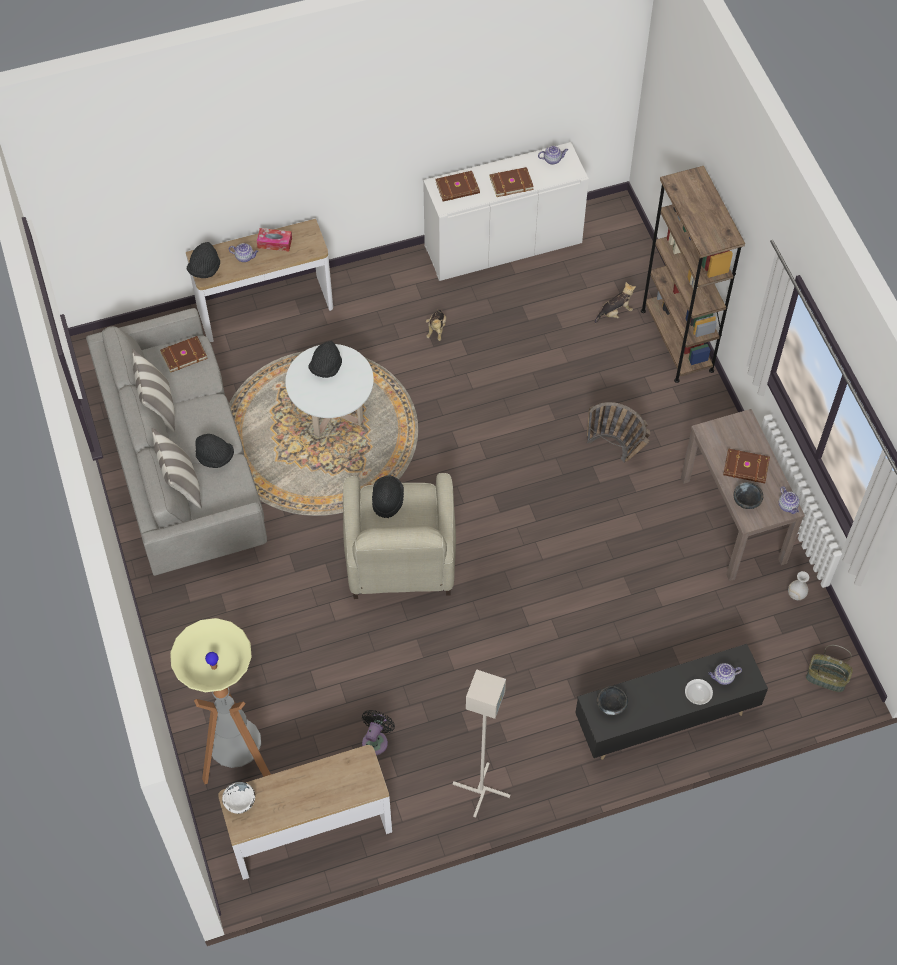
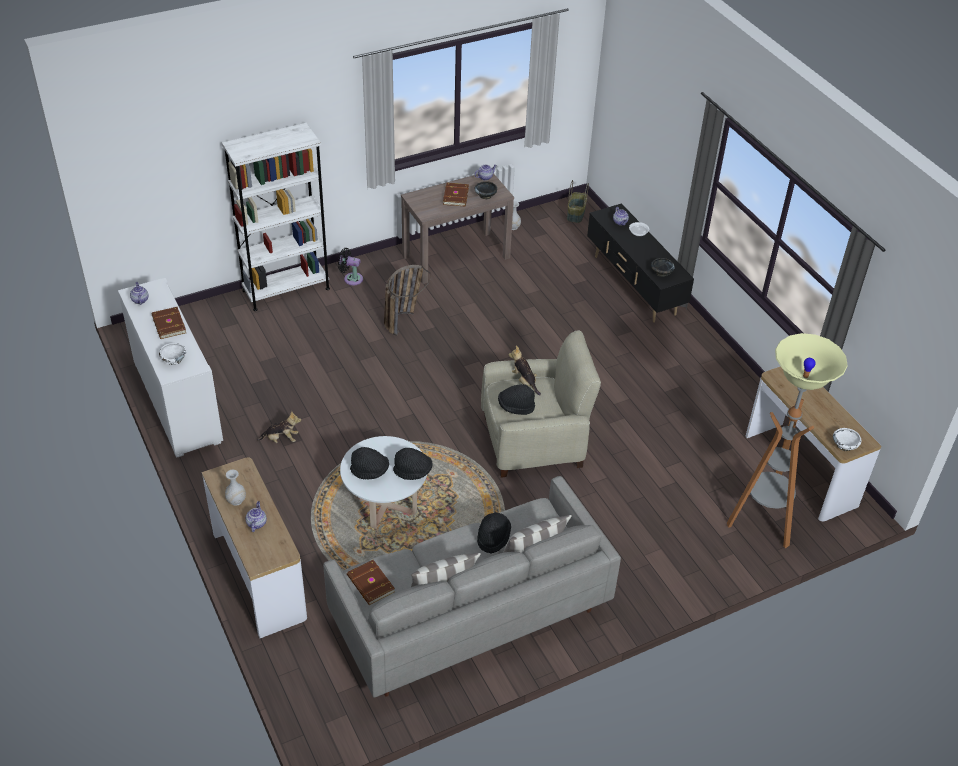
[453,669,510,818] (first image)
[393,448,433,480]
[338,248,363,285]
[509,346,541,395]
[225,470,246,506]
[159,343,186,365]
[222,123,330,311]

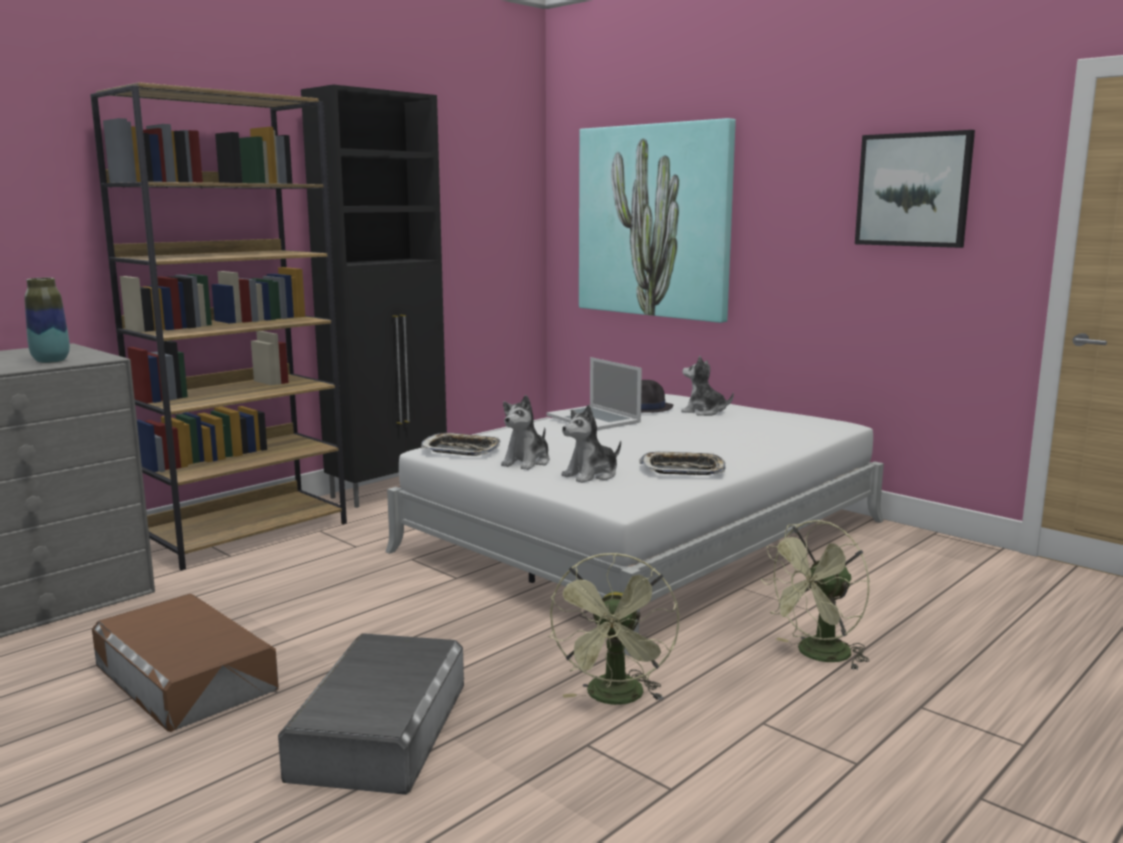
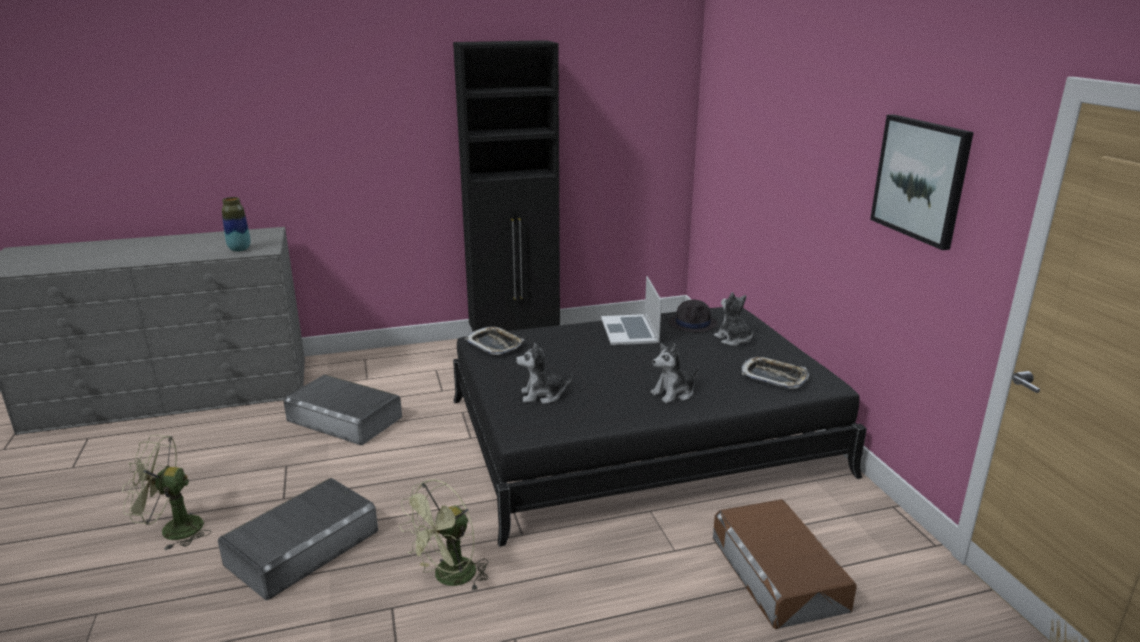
[90,82,347,570] (first image)
[579,118,736,323] (first image)
[283,374,402,445]
[713,499,857,629]
[650,343,699,403]
[742,357,809,389]
[122,435,211,550]
[453,307,867,547]

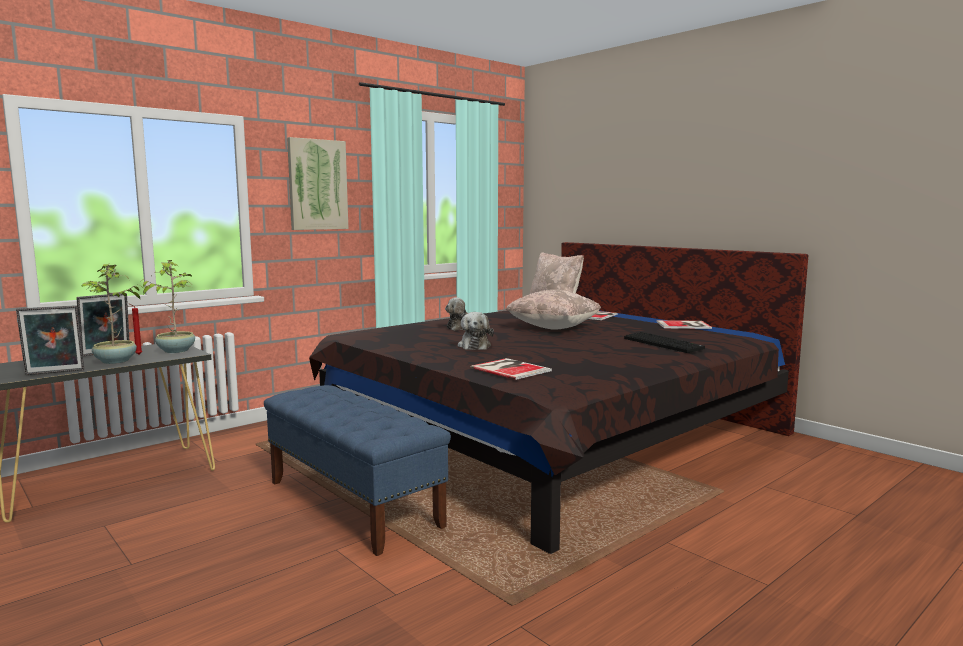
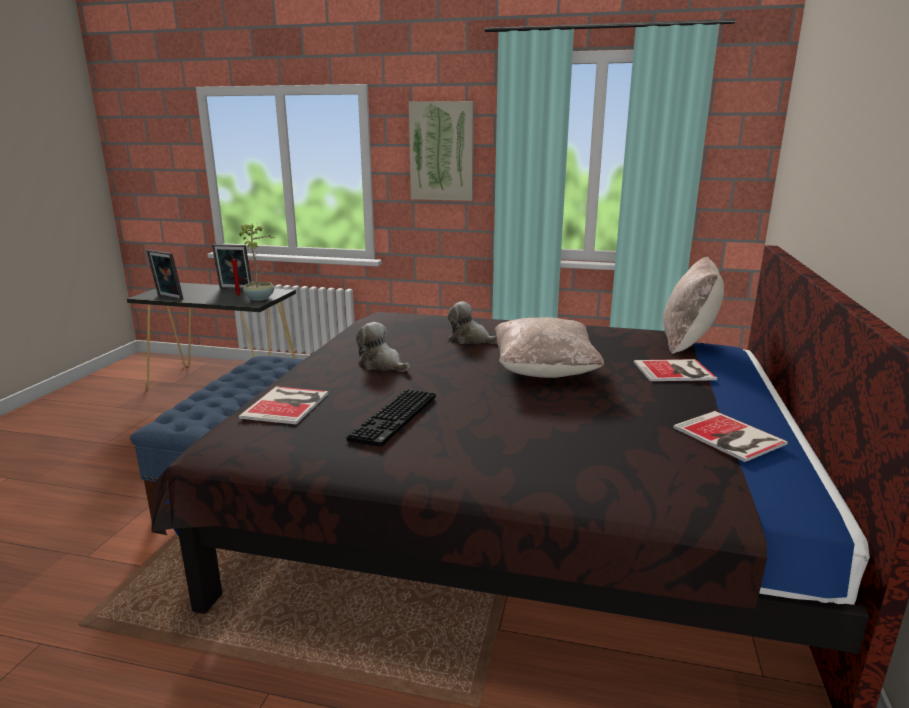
[81,263,144,364] (first image)
[346,389,436,447]
[356,322,410,372]

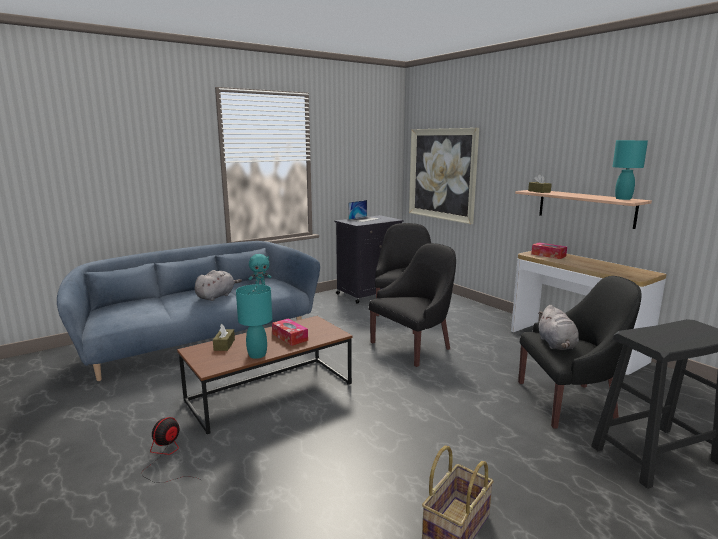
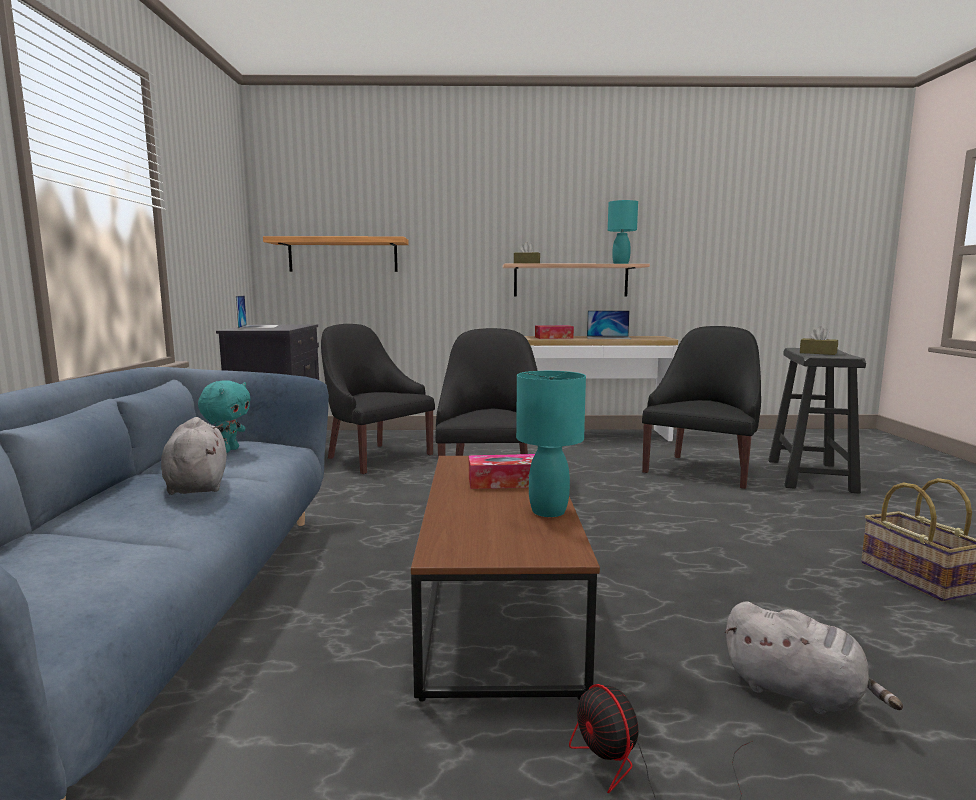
[587,310,631,339]
[800,326,838,355]
[725,602,903,714]
[263,236,409,272]

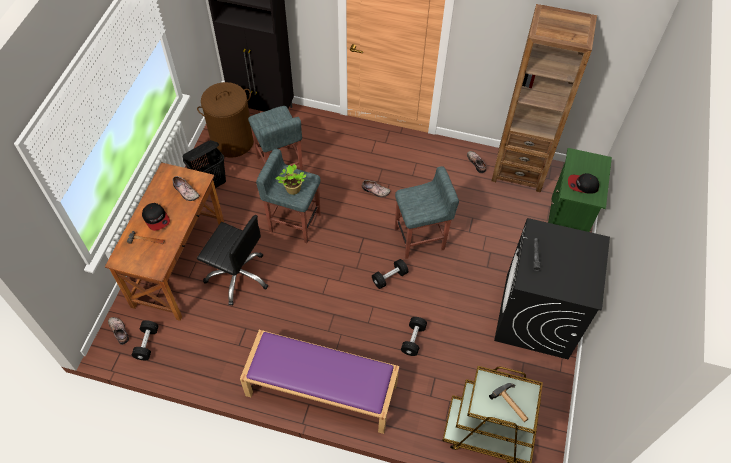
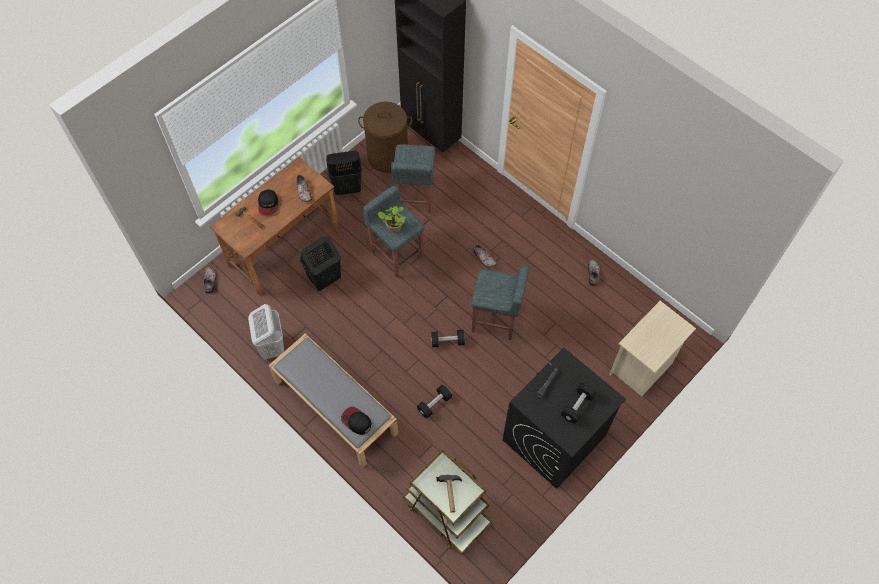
[492,4,597,192] (first image)
[248,304,284,360]
[561,383,596,424]
[341,407,372,435]
[300,236,341,291]
[268,333,398,467]
[609,301,696,396]

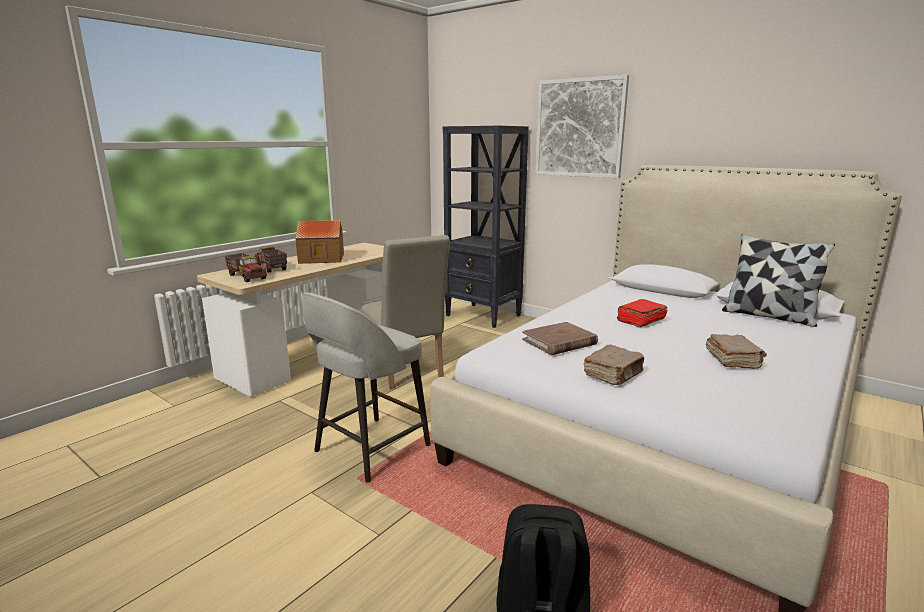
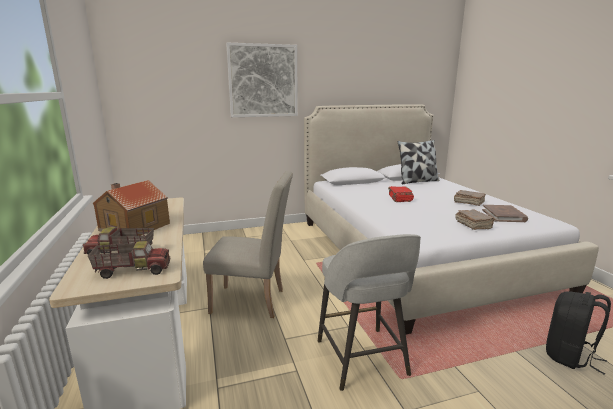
[443,126,529,328] (first image)
[482,205,528,222]

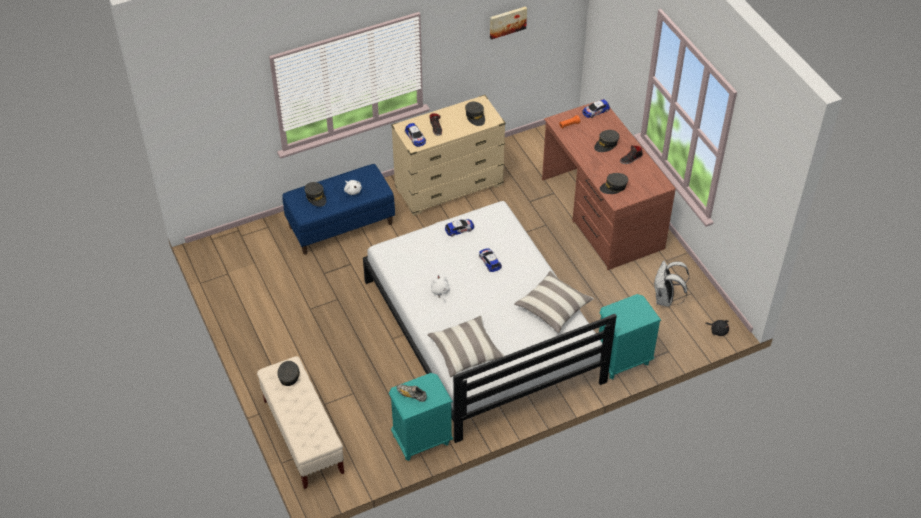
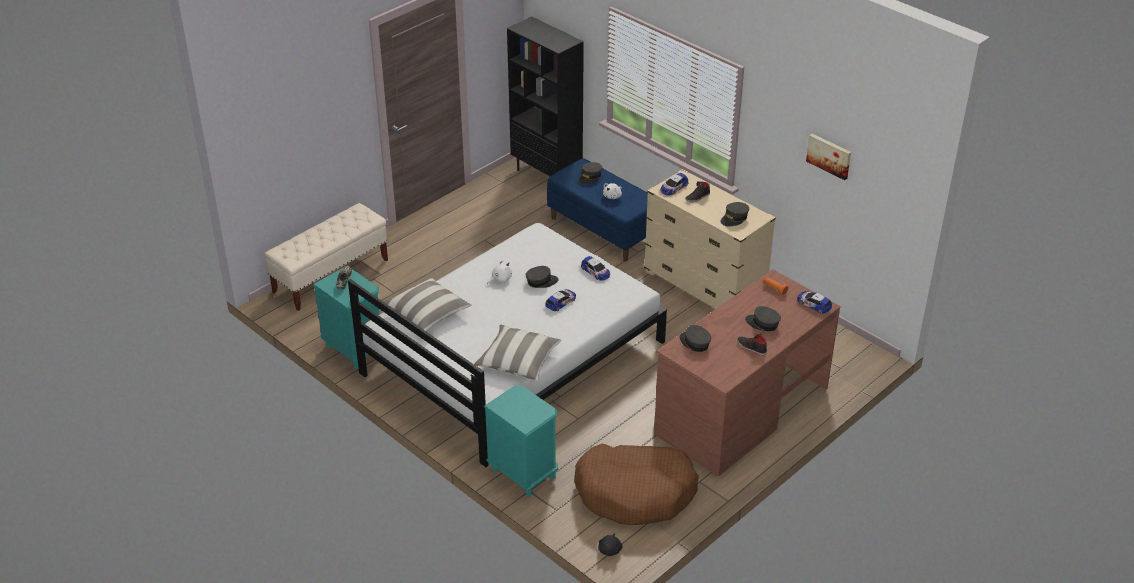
[507,16,584,176]
[526,266,558,288]
[574,444,699,525]

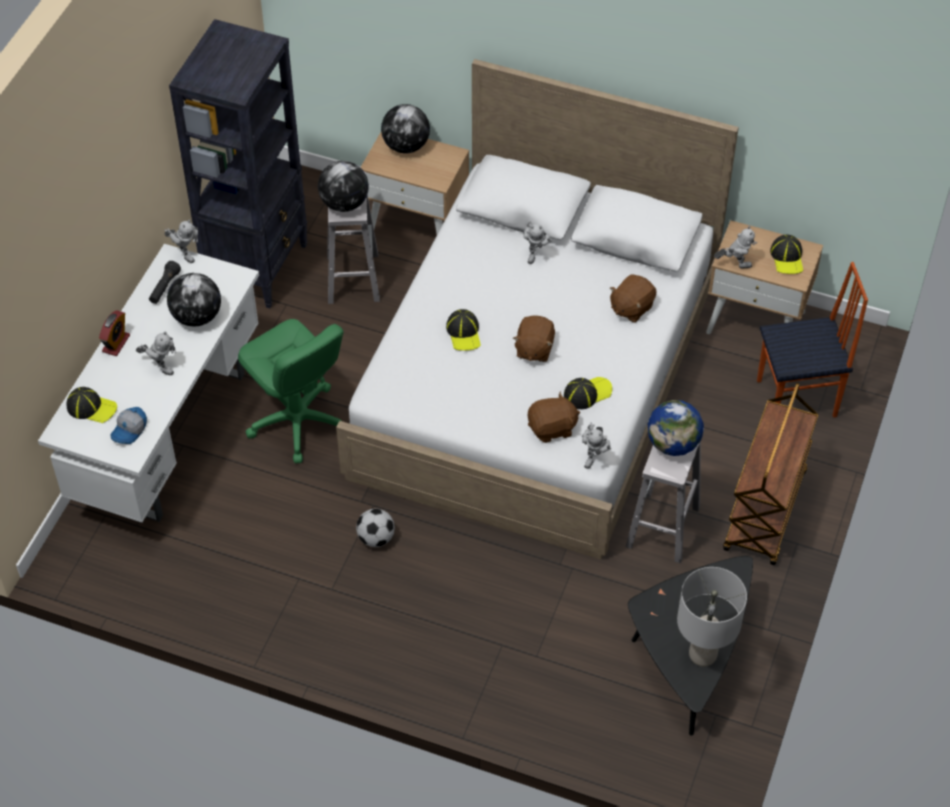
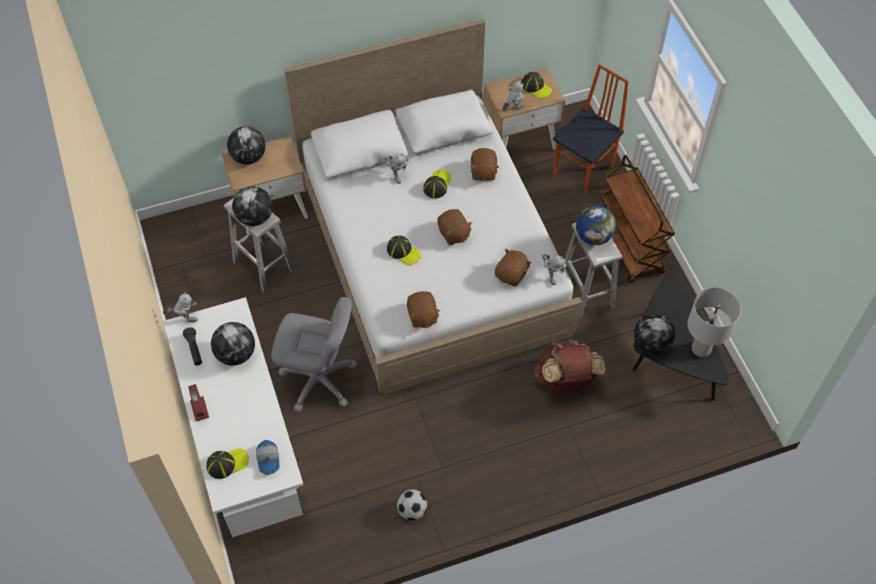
[136,331,176,375] (first image)
[169,19,307,308] (first image)
[407,291,440,328]
[534,340,605,393]
[634,313,675,354]
[397,489,427,520]
[423,170,452,198]
[271,297,358,412]

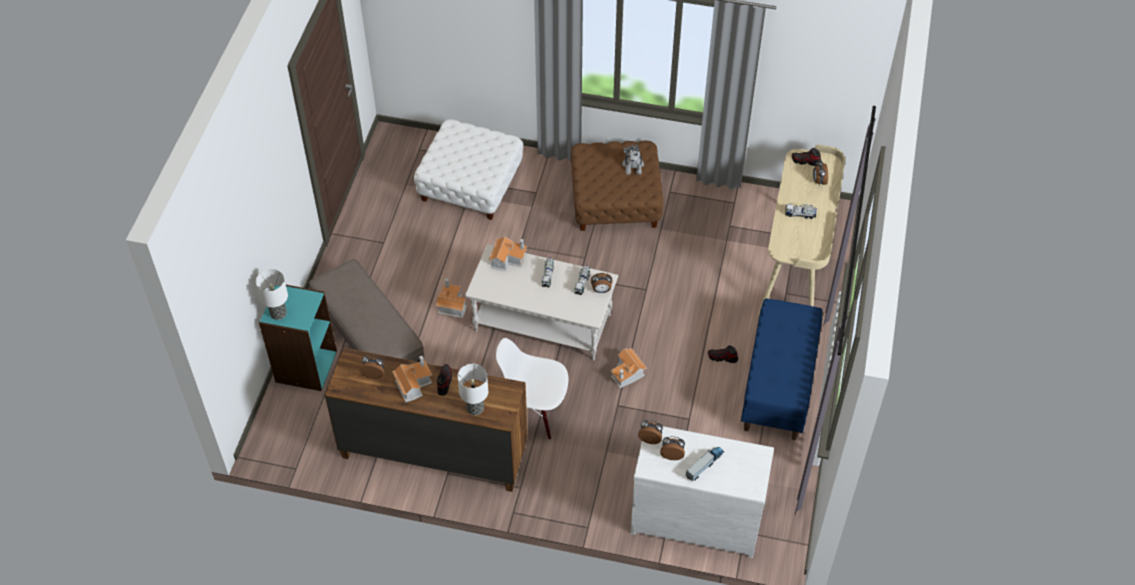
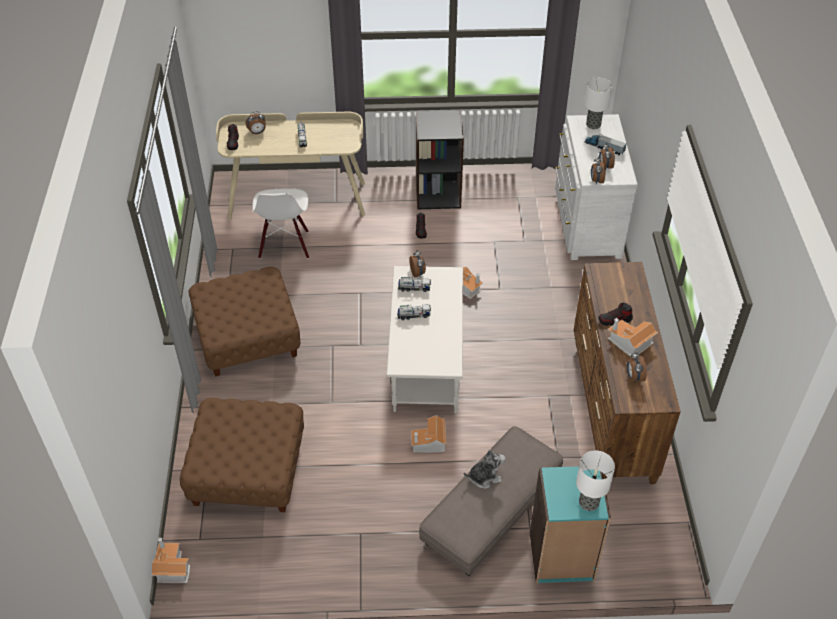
[584,77,612,129]
[151,538,190,583]
[252,189,309,259]
[464,449,506,488]
[416,111,464,210]
[180,398,304,512]

